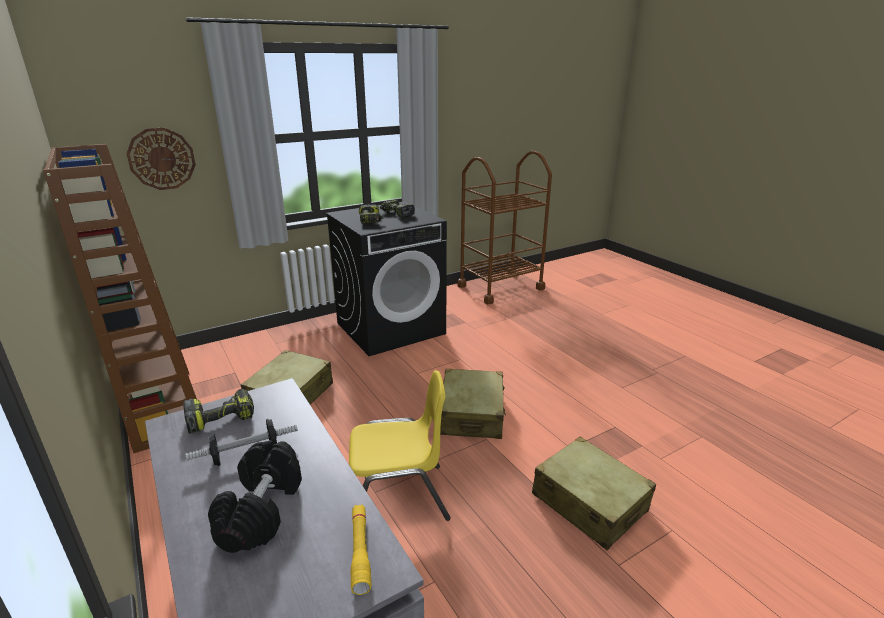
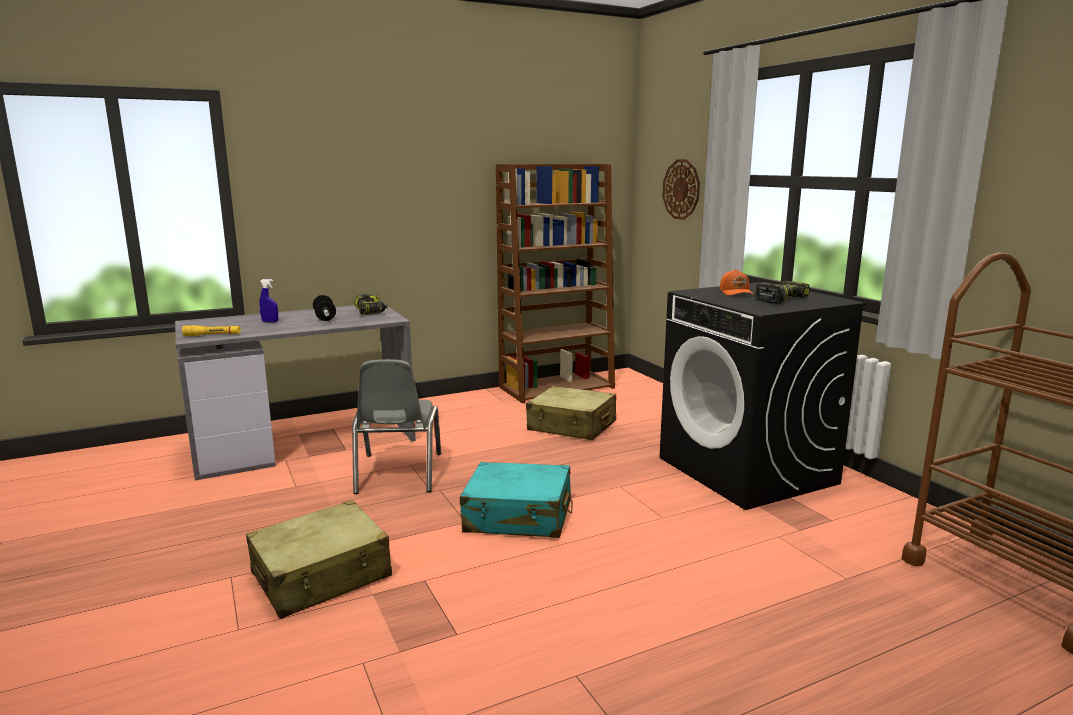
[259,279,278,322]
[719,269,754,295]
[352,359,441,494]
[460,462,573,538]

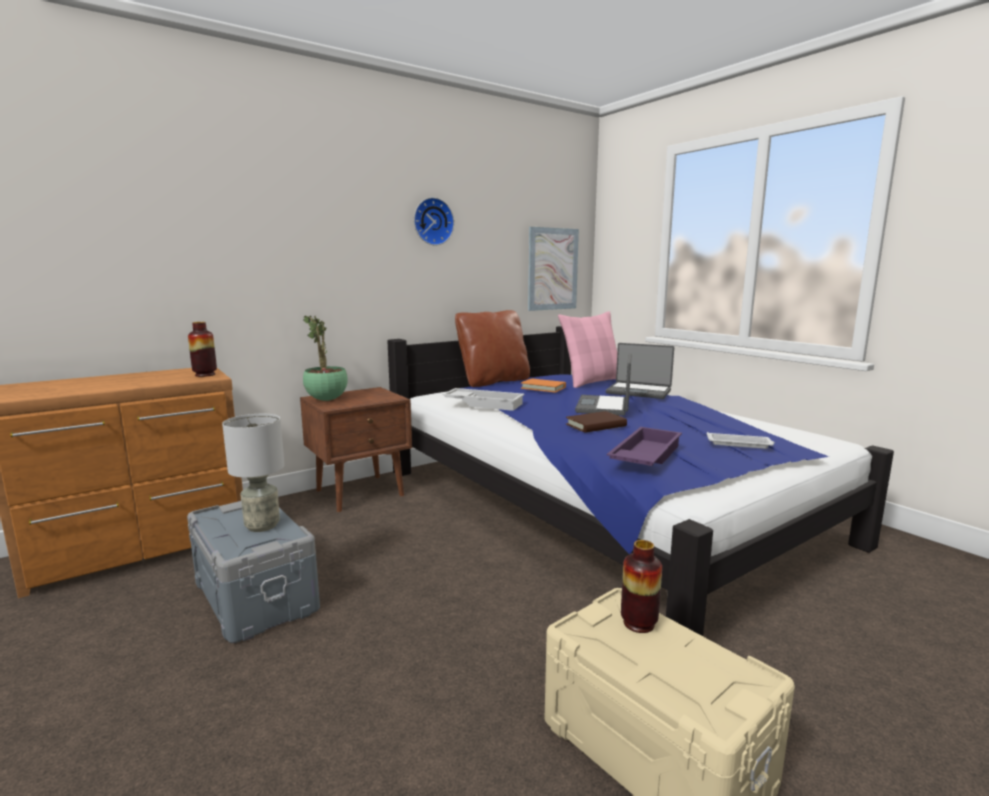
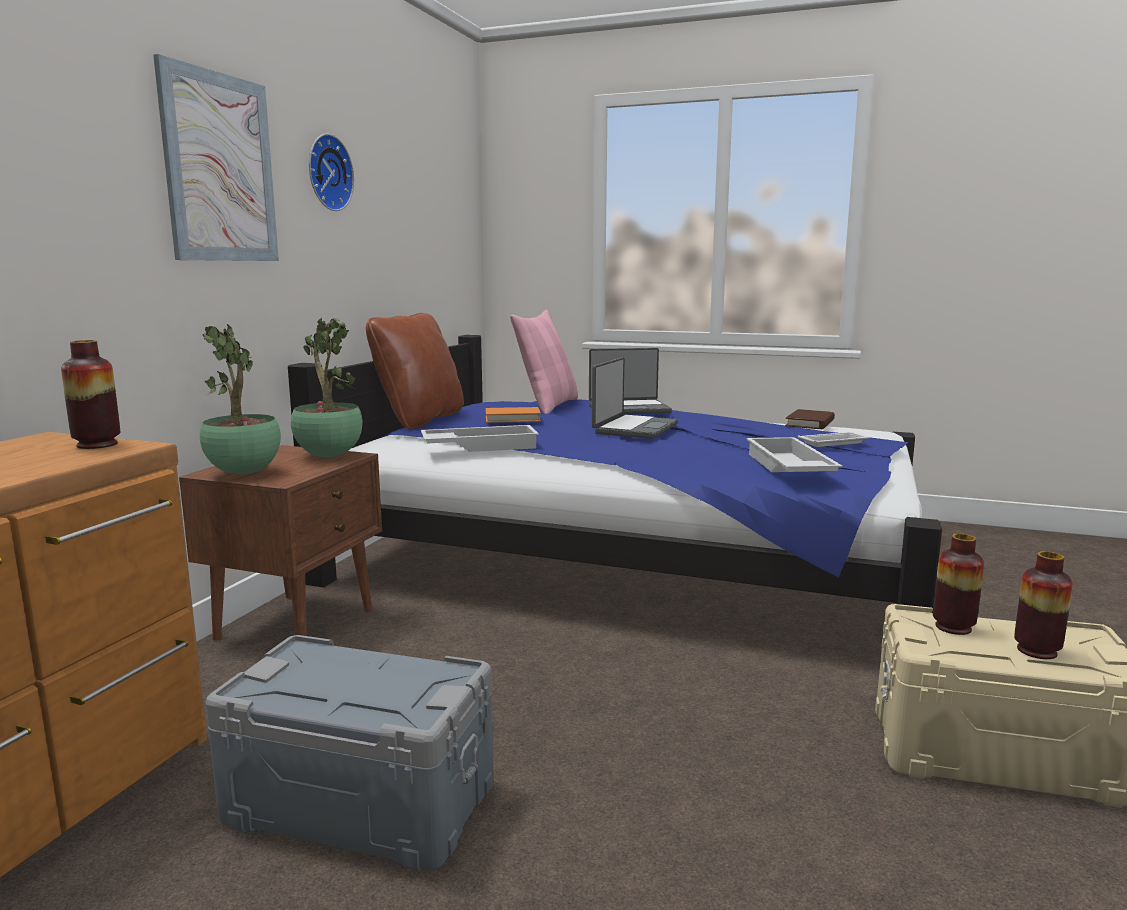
[222,414,284,532] (first image)
[291,318,362,457]
[1014,551,1073,659]
[153,54,279,261]
[785,409,835,429]
[746,437,842,472]
[592,357,679,439]

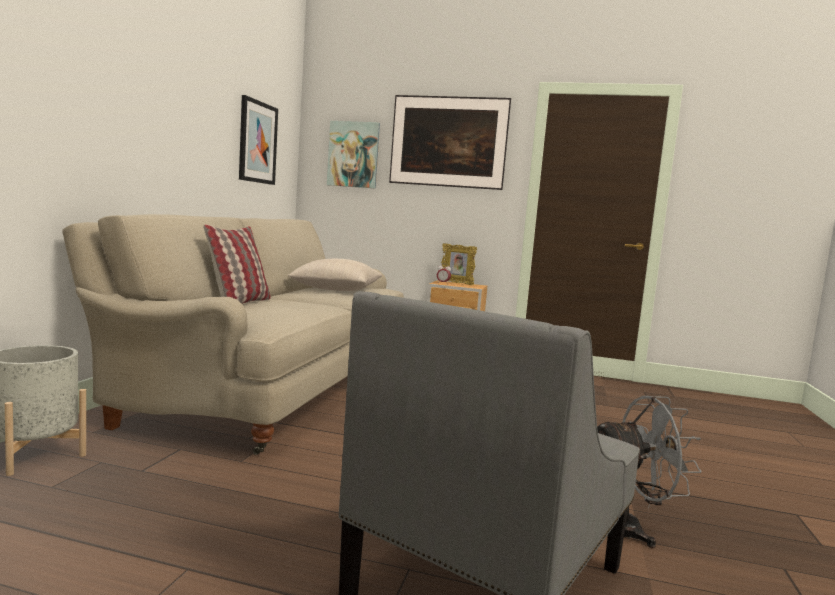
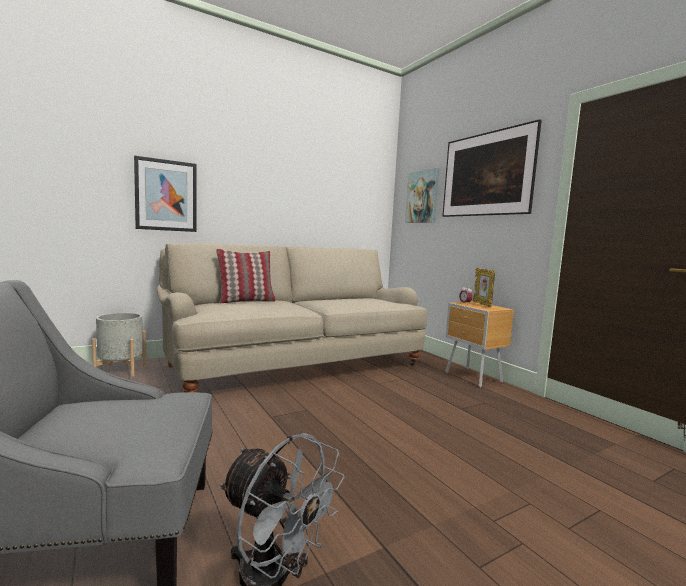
[287,259,382,291] (first image)
[134,156,197,232]

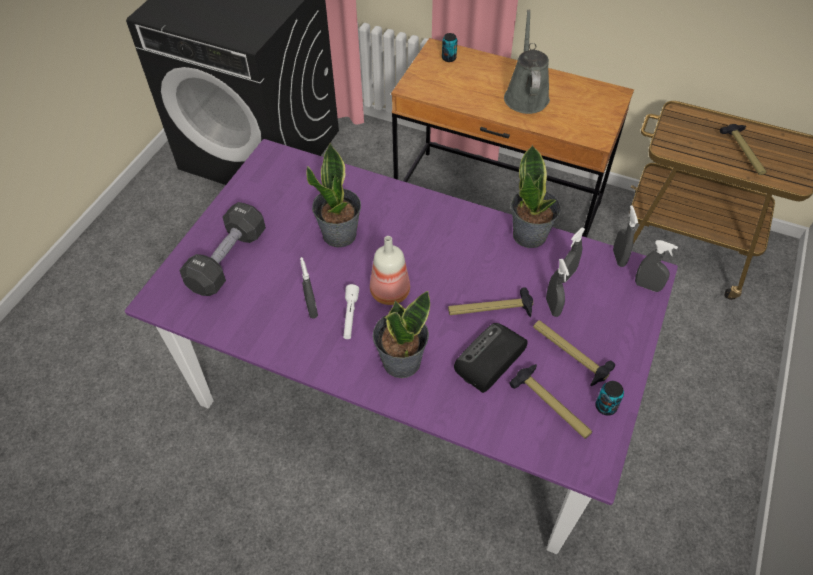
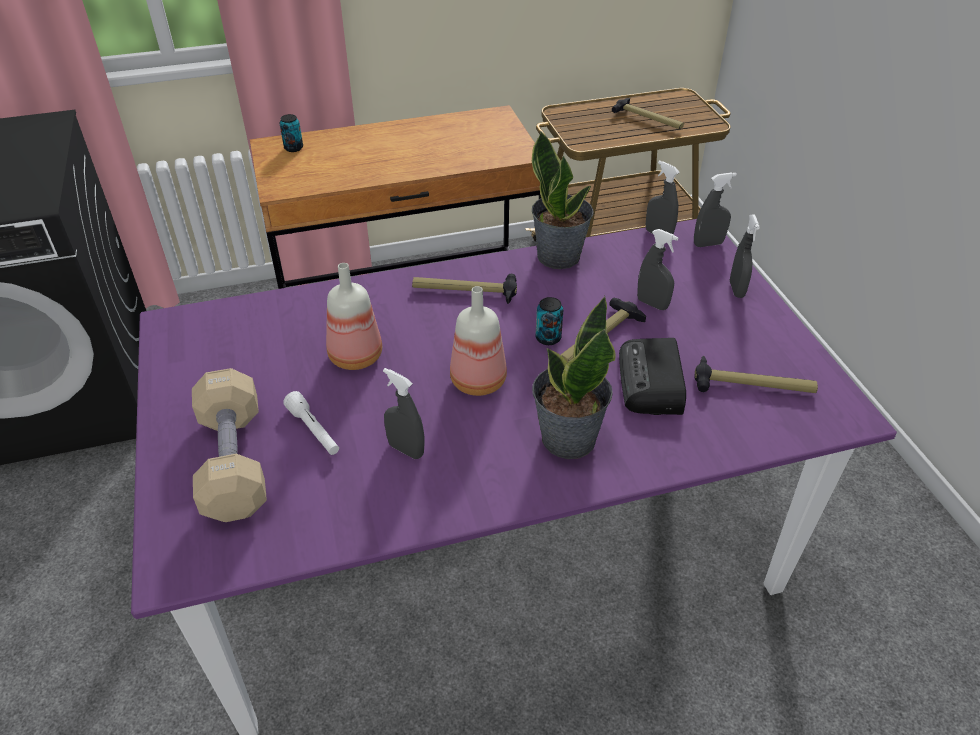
[504,10,550,114] (first image)
[283,391,339,455]
[412,274,517,304]
[730,214,760,298]
[535,297,563,345]
[326,263,382,370]
[192,368,267,522]

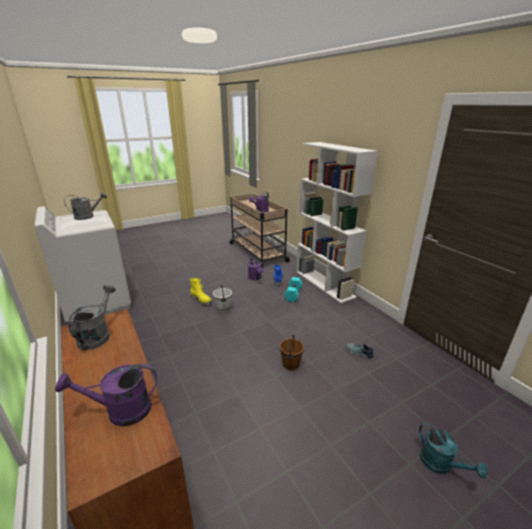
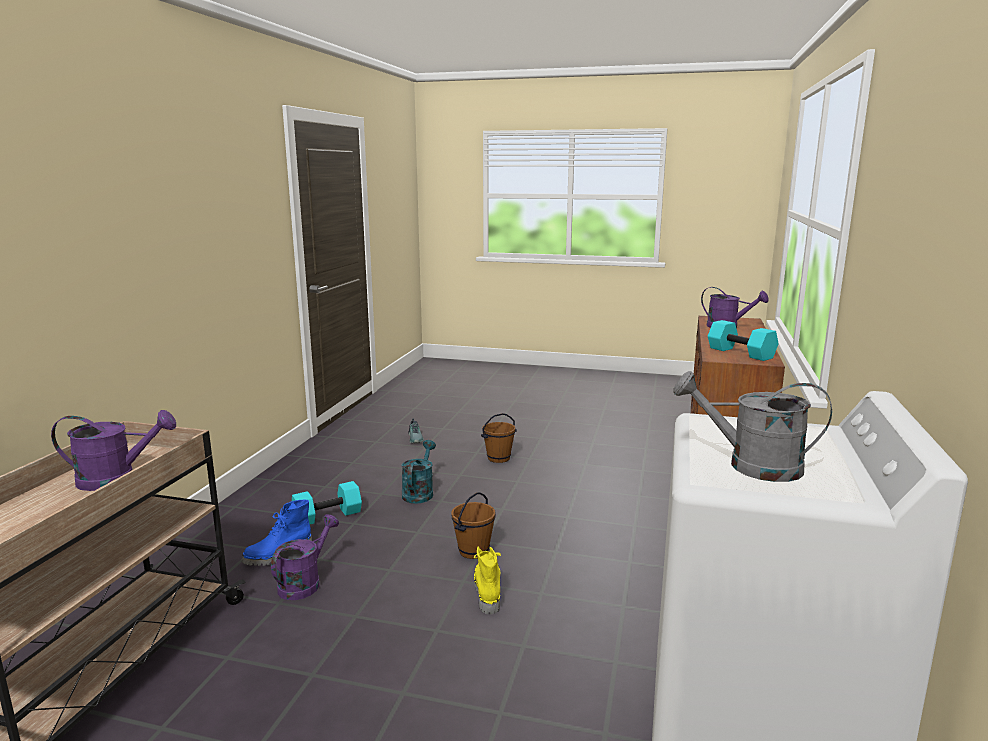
[296,142,378,303] (first image)
[402,440,436,504]
[708,320,779,361]
[451,492,496,559]

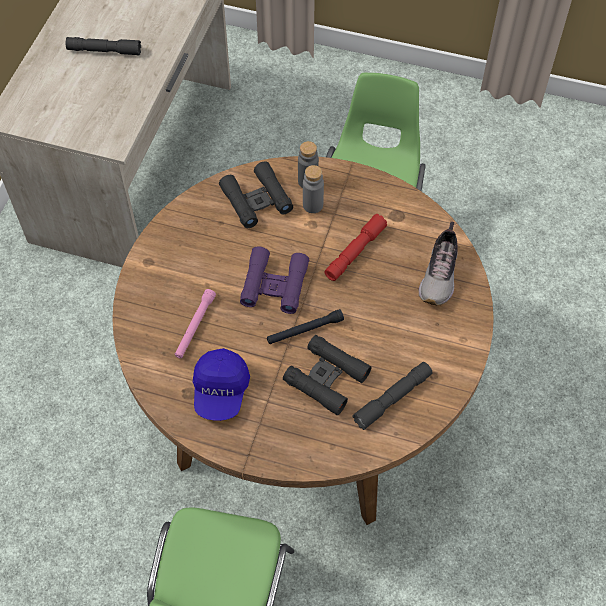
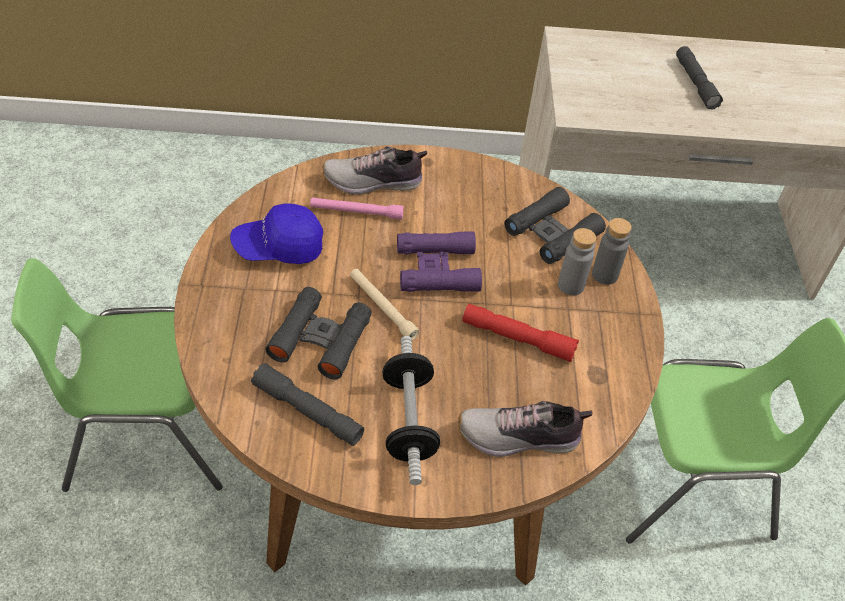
[323,146,427,195]
[382,336,440,485]
[350,269,420,340]

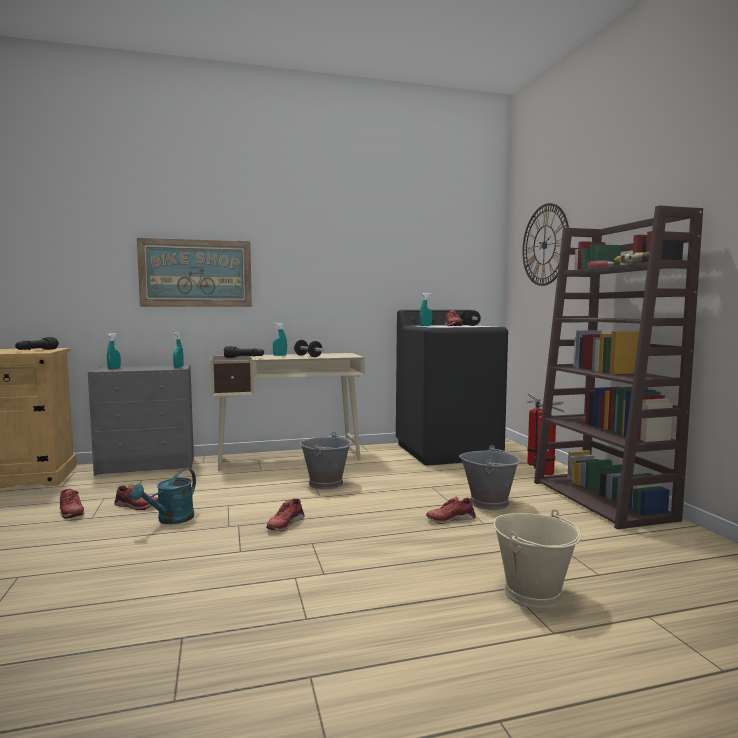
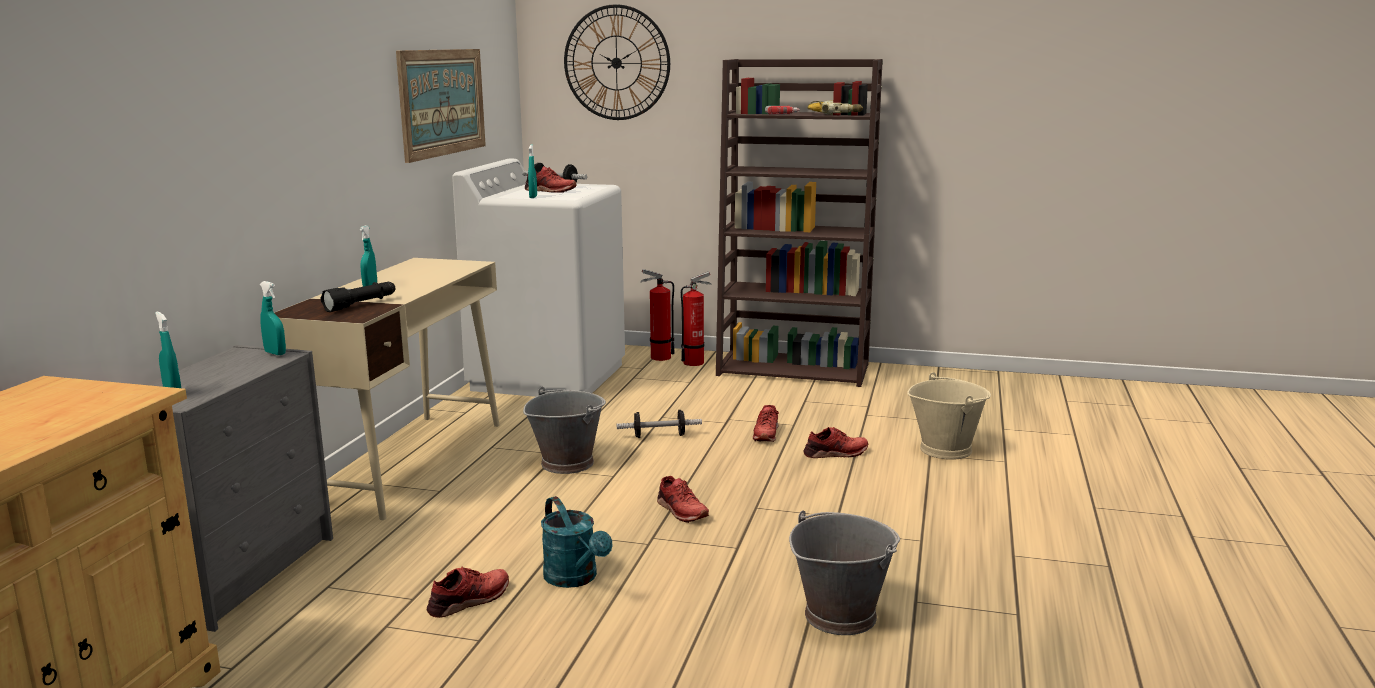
[15,337,59,350] (first image)
[803,427,868,458]
[396,49,486,163]
[617,410,702,438]
[789,510,900,635]
[452,159,625,397]

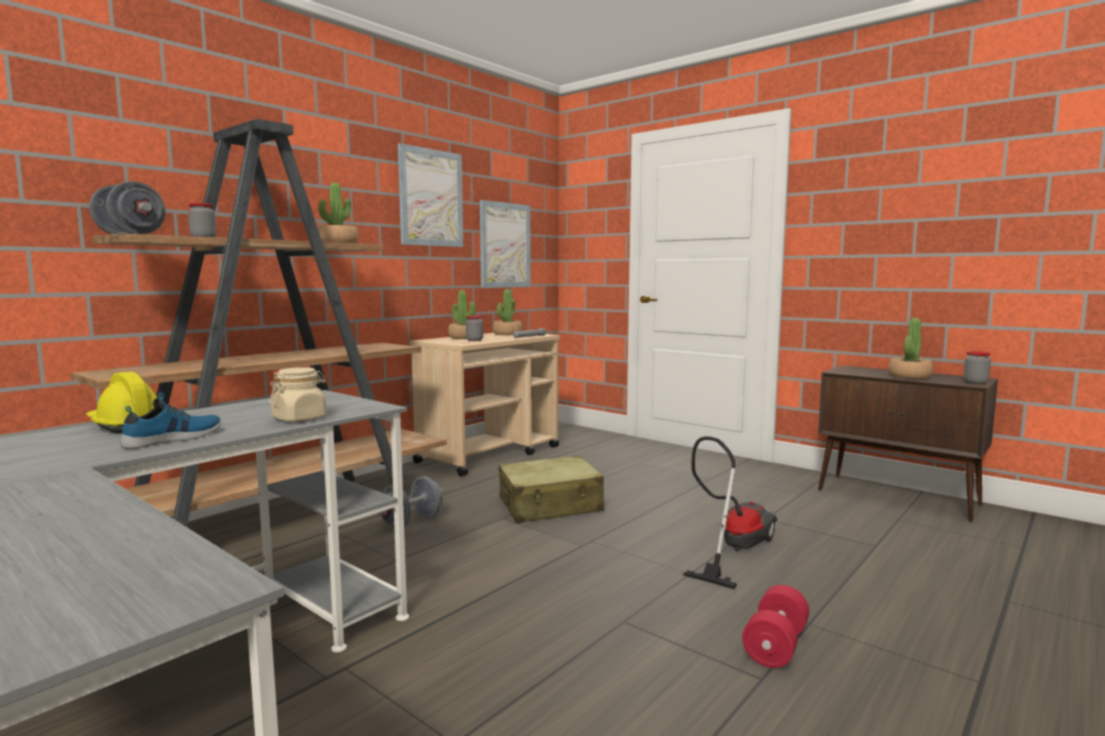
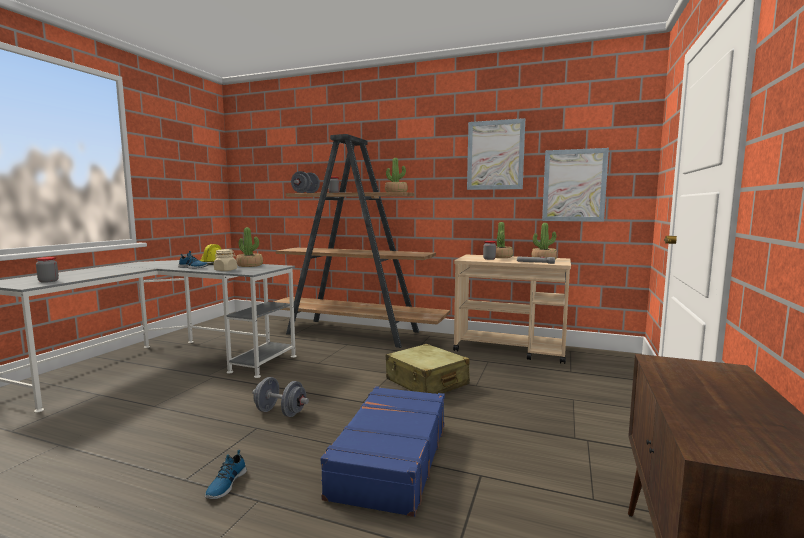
[252,377,309,417]
[236,227,263,267]
[36,257,59,283]
[321,386,445,517]
[205,450,247,499]

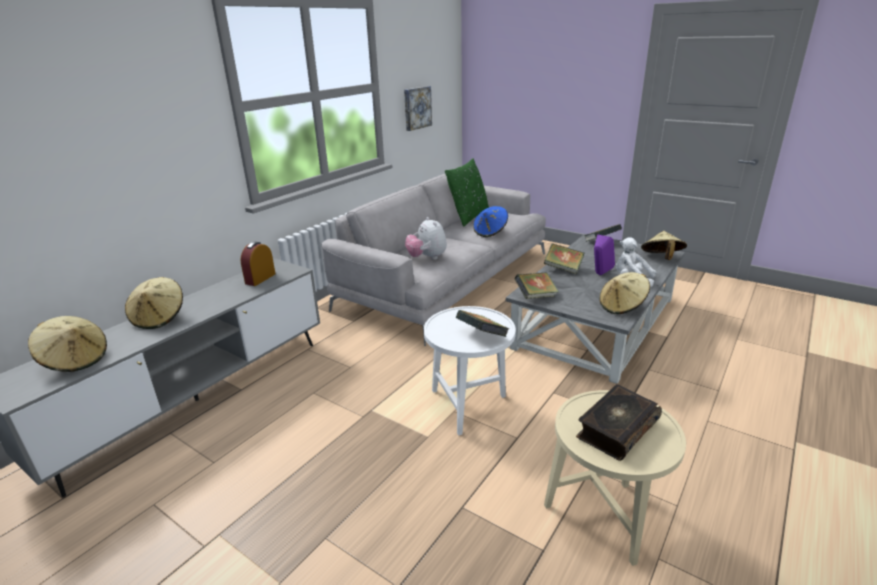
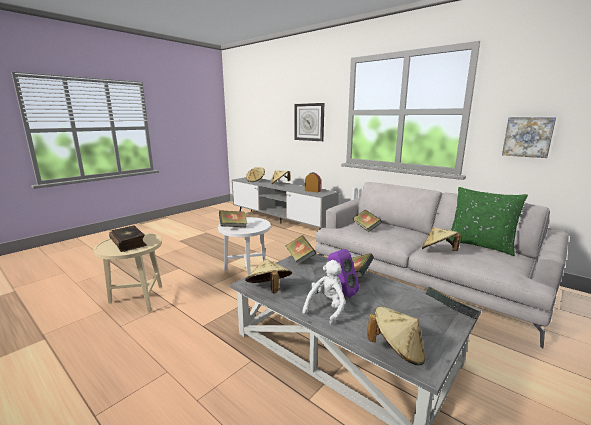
[294,103,324,141]
[353,210,382,232]
[422,227,461,251]

